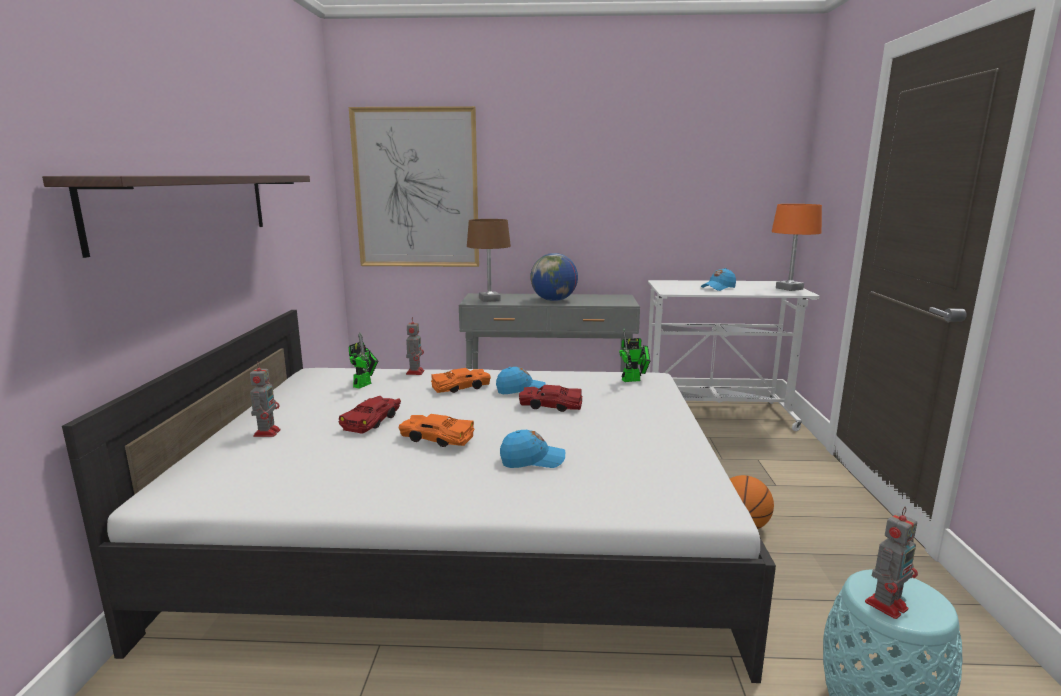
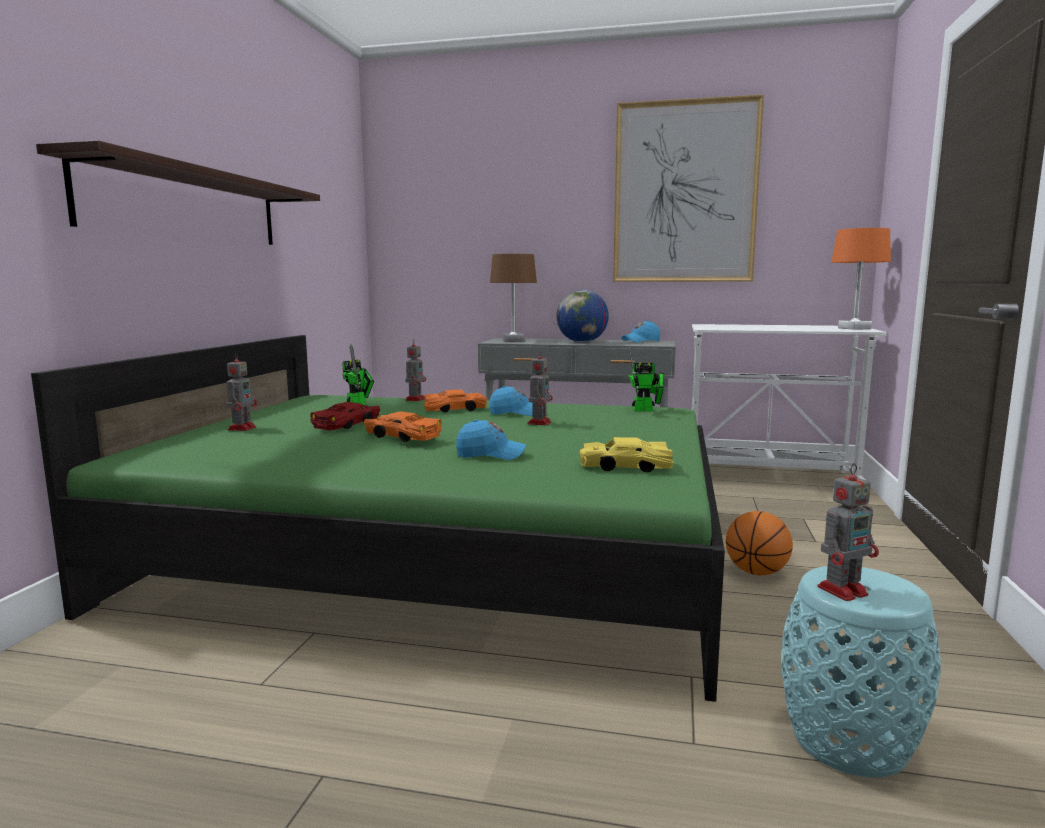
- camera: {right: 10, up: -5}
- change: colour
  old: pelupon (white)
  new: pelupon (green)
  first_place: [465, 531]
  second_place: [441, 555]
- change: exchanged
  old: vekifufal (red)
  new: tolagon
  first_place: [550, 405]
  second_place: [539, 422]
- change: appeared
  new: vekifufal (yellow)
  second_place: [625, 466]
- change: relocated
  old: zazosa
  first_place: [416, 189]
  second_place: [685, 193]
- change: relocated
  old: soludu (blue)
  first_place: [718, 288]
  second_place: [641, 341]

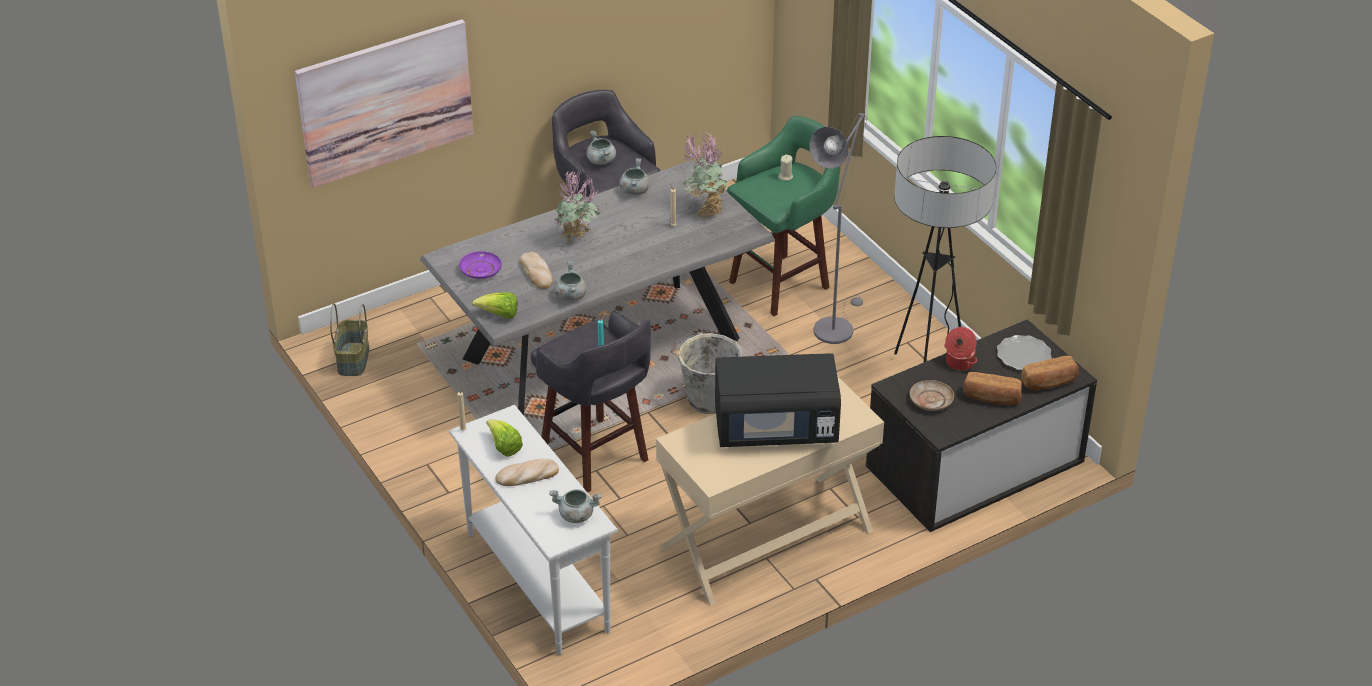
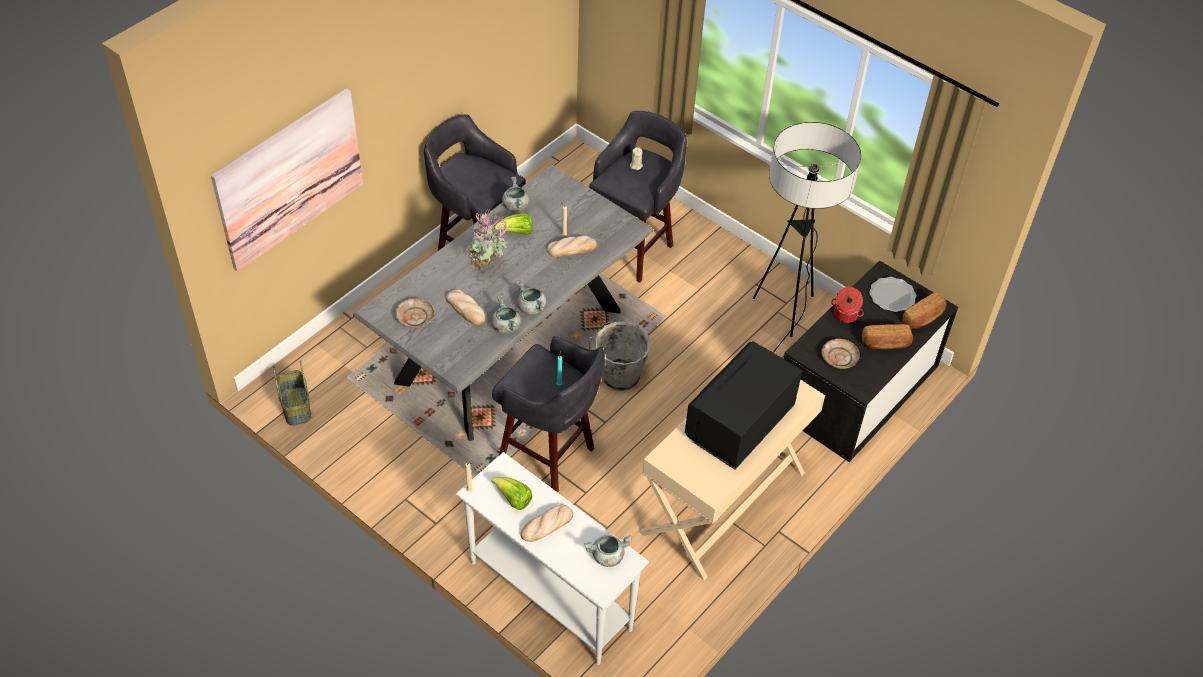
- camera: {right: -20, up: 10}
- change: colour
  old: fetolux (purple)
  new: fetolux (beige)
  first_place: [480, 270]
  second_place: [415, 317]
- change: relocated
  old: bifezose
  first_place: [499, 315]
  second_place: [517, 232]
- change: relocated
  old: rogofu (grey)
  first_place: [601, 161]
  second_place: [532, 308]
- change: appeared
  new: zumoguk
  second_place: [571, 248]
- change: colour
  old: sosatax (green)
  new: sosatax (grey)
  first_place: [783, 283]
  second_place: [634, 249]
- change: spun
  old: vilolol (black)
  first_place: [776, 428]
  second_place: [740, 424]
  degrees: 150
- change: missing
  old: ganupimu
  first_place: [705, 210]
- change: missing
  old: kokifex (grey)
  first_place: [835, 326]

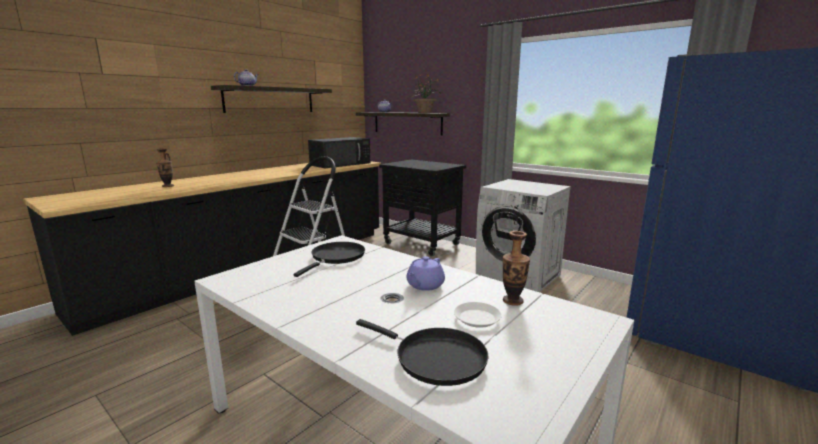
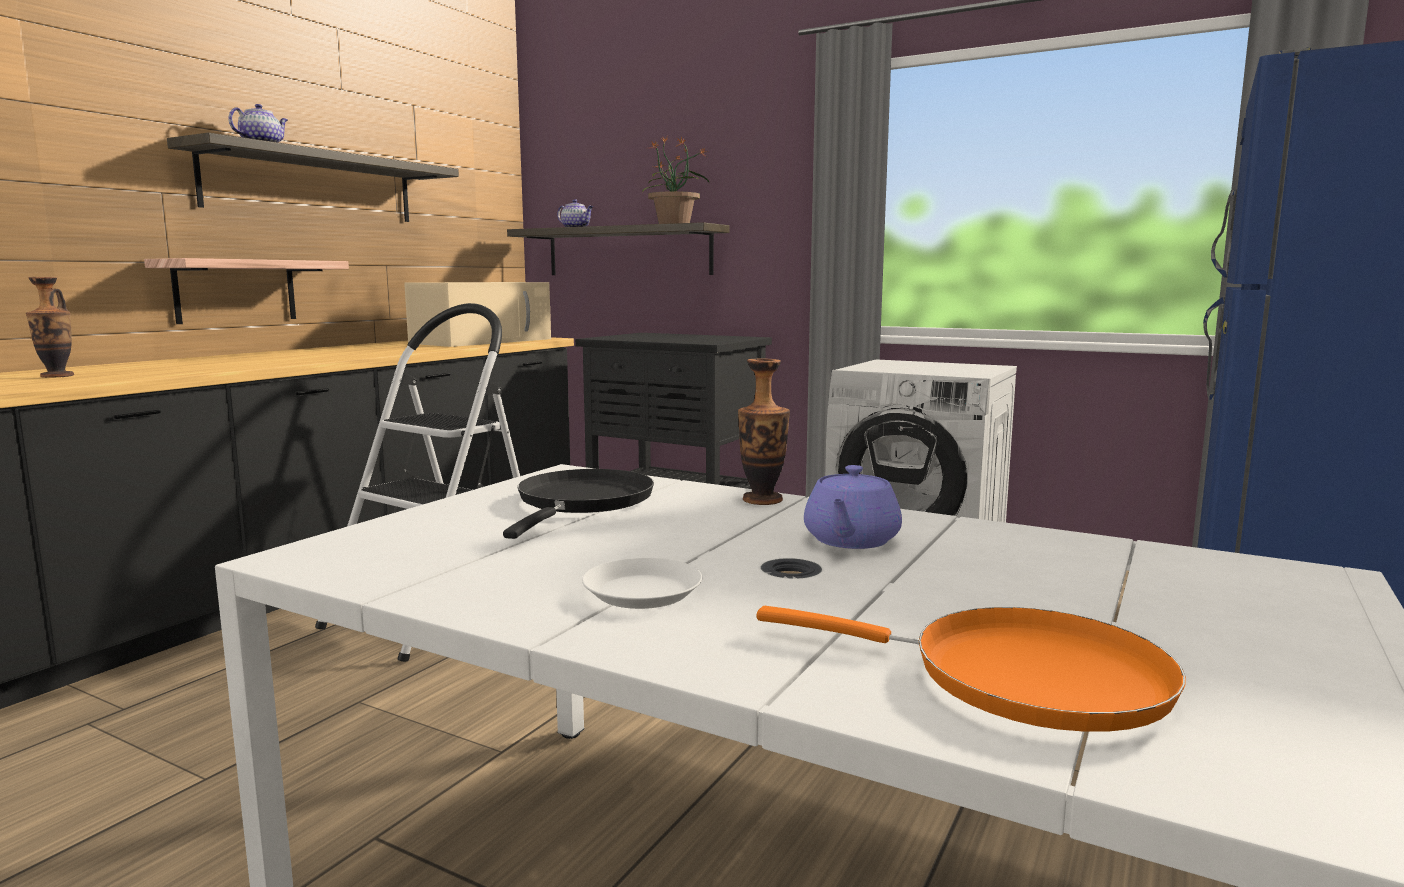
- camera: {right: -10, up: -5}
- change: appeared
  new: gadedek
  second_place: [236, 291]
- change: colour
  old: vilolol (black)
  new: vilolol (beige)
  first_place: [341, 164]
  second_place: [483, 341]
- change: relocated
  old: fetolux (white)
  first_place: [477, 318]
  second_place: [643, 592]
- change: relocated
  old: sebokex
  first_place: [513, 301]
  second_place: [762, 500]
- change: colour
  old: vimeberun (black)
  new: vimeberun (orange)
  first_place: [435, 358]
  second_place: [1019, 677]

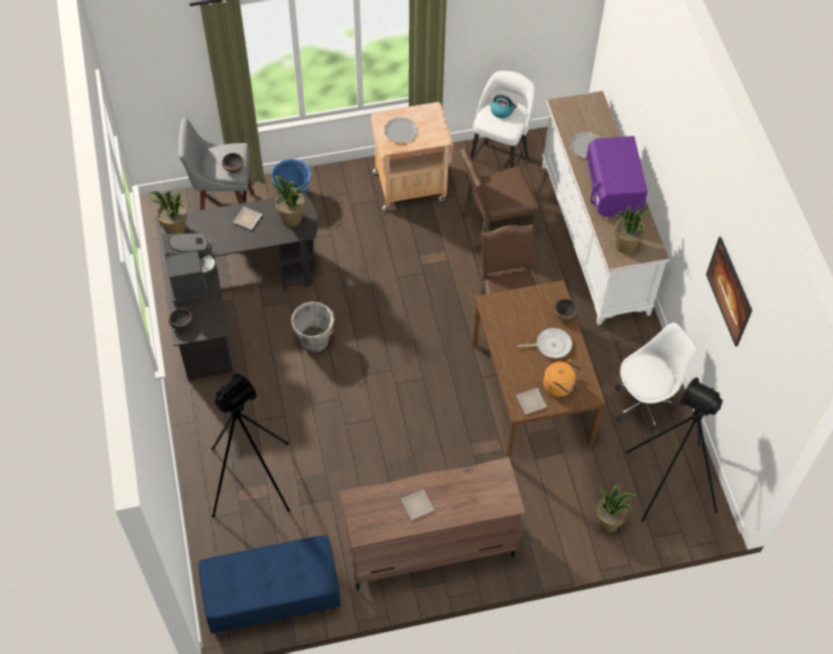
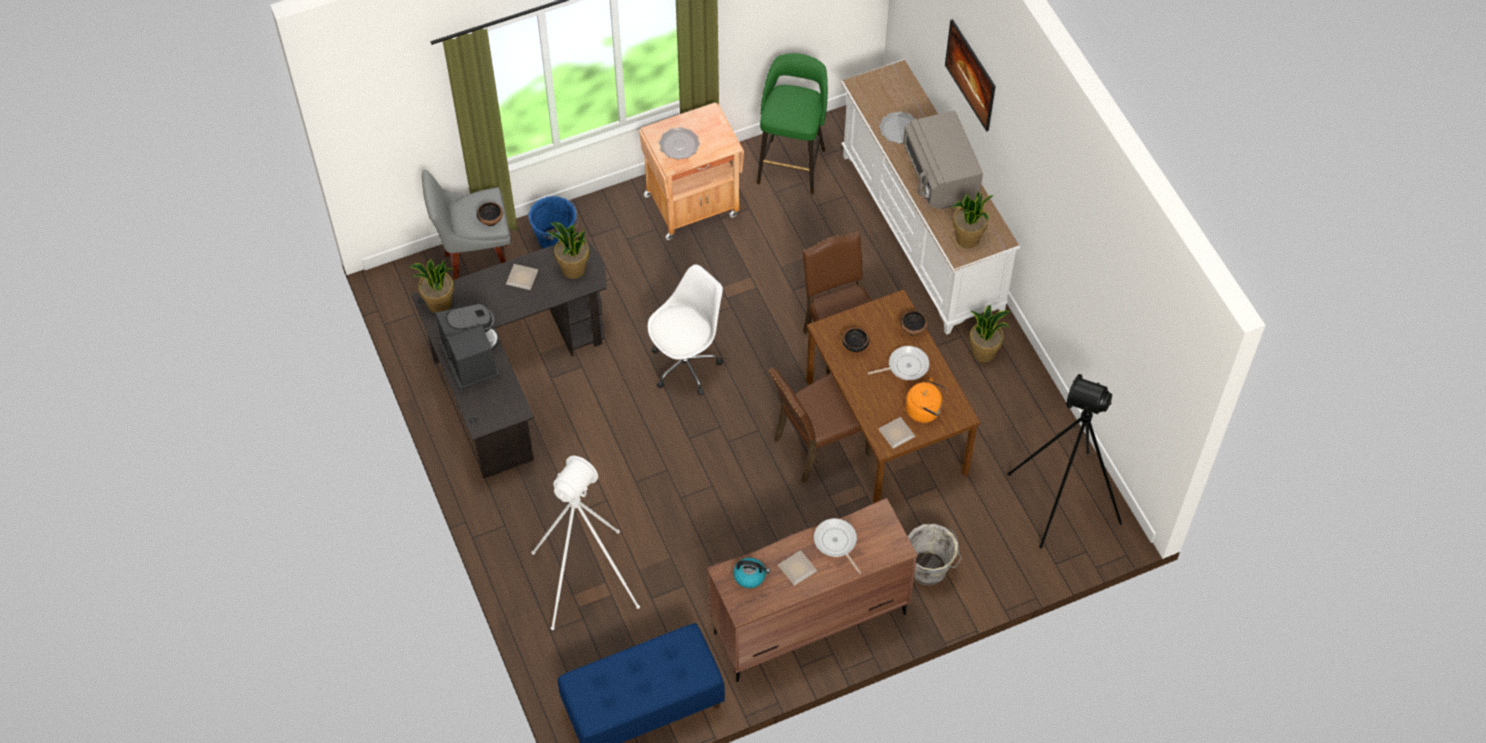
- camera: {right: -10, up: 0}
- change: colour
  old: kokifex (black)
  new: kokifex (white)
  first_place: [251, 479]
  second_place: [585, 579]
- change: relocated
  old: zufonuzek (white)
  first_place: [643, 405]
  second_place: [686, 365]
- change: relocated
  old: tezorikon
  first_place: [502, 111]
  second_place: [750, 576]
- change: colour
  old: sosatax (white)
  new: sosatax (green)
  first_place: [499, 166]
  second_place: [792, 164]
- change: relocated
  old: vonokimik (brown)
  first_place: [495, 226]
  second_place: [818, 445]
- change: appeared
  new: vimeberun
  second_place: [836, 542]
- change: relocated
  old: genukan
  first_place: [181, 323]
  second_place: [855, 345]
- change: colour
  old: vilolol (purple)
  new: vilolol (grey)
  first_place: [612, 190]
  second_place: [940, 176]
- change: relocated
  old: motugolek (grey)
  first_place: [315, 341]
  second_place: [929, 570]
- change: relocated
  old: zazosa
  first_place: [726, 300]
  second_place: [969, 86]
- change: relocated
  old: ganupimu
  first_place: [608, 522]
  second_place: [984, 352]

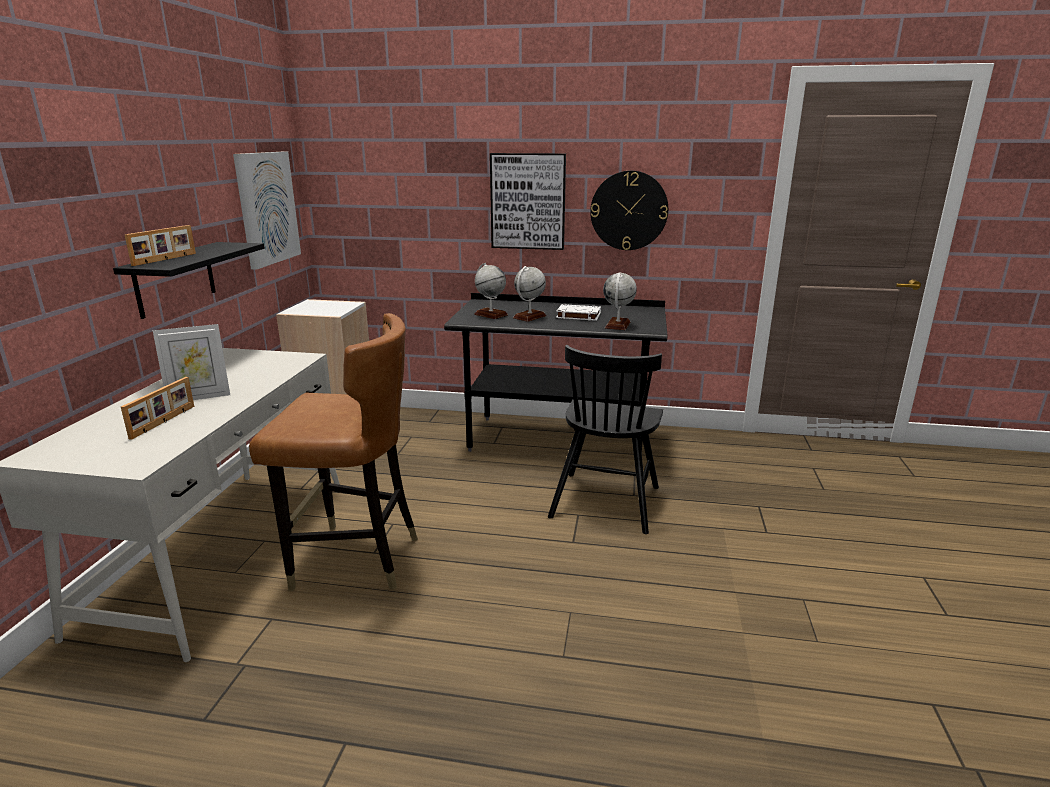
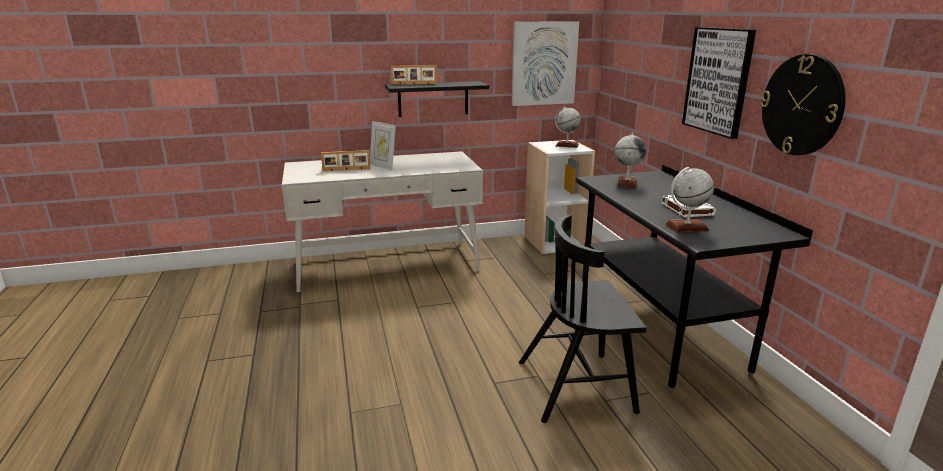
- camera: {right: 65, up: 0}
- change: relocated
  old: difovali
  first_place: [529, 317]
  second_place: [567, 145]
- change: missing
  old: vonokimik (brown)
  first_place: [354, 559]

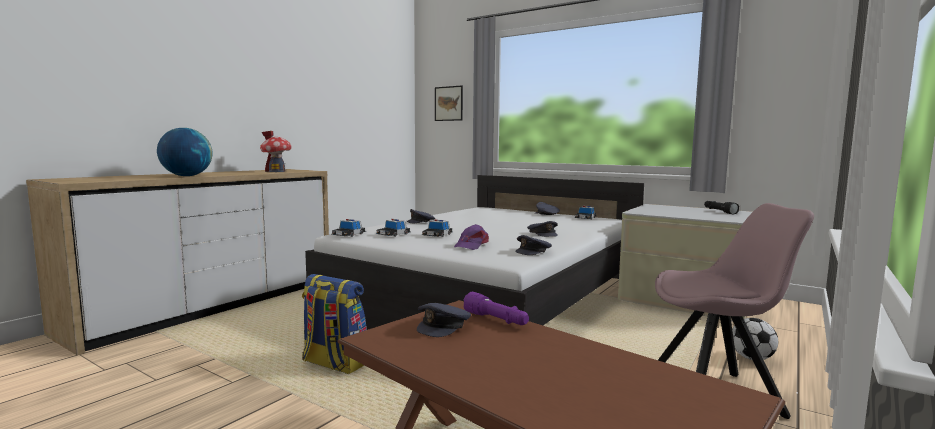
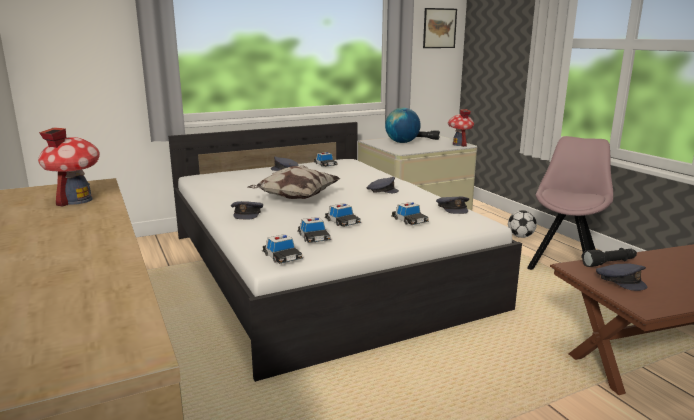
- camera: {right: -60, up: 10}
- change: appeared
  new: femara
  second_place: [295, 198]
- change: relocated
  old: difovali
  first_place: [186, 176]
  second_place: [402, 142]
- change: exchanged
  old: soludu (purple)
  new: vekifufal
  first_place: [471, 245]
  second_place: [409, 220]
- change: relocated
  old: zazosa
  first_place: [448, 103]
  second_place: [439, 28]
- change: appeared
  new: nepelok
  second_place: [459, 144]
- change: colour
  old: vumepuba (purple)
  new: vumepuba (black)
  first_place: [496, 320]
  second_place: [609, 263]
- change: missing
  old: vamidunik
  first_place: [334, 363]

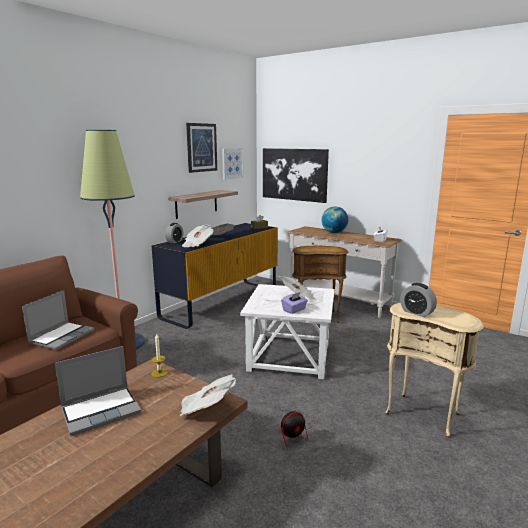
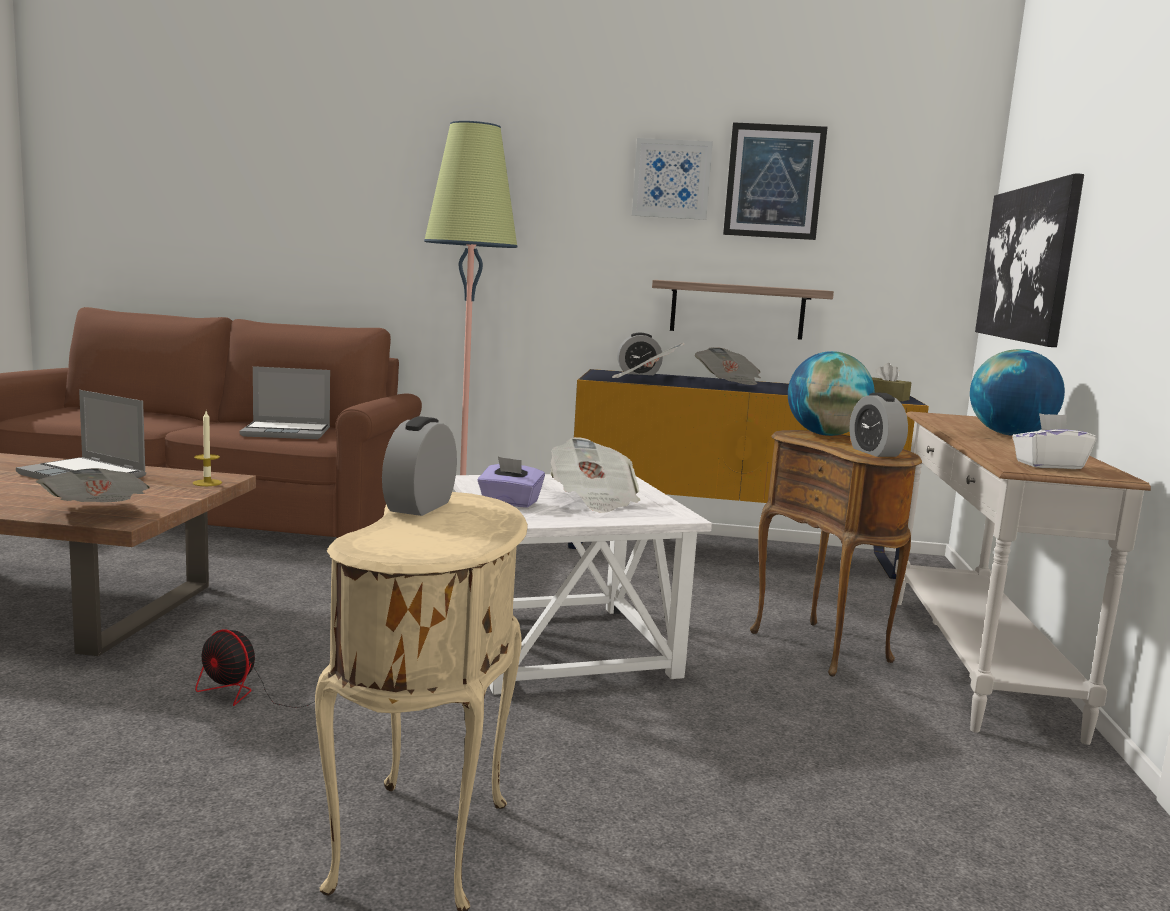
- camera: {right: 60, up: -5}
- change: relocated
  old: zazosa
  first_place: [232, 163]
  second_place: [671, 179]
- change: appeared
  new: difovali
  second_place: [826, 434]
- change: appeared
  new: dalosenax
  second_place: [874, 452]

